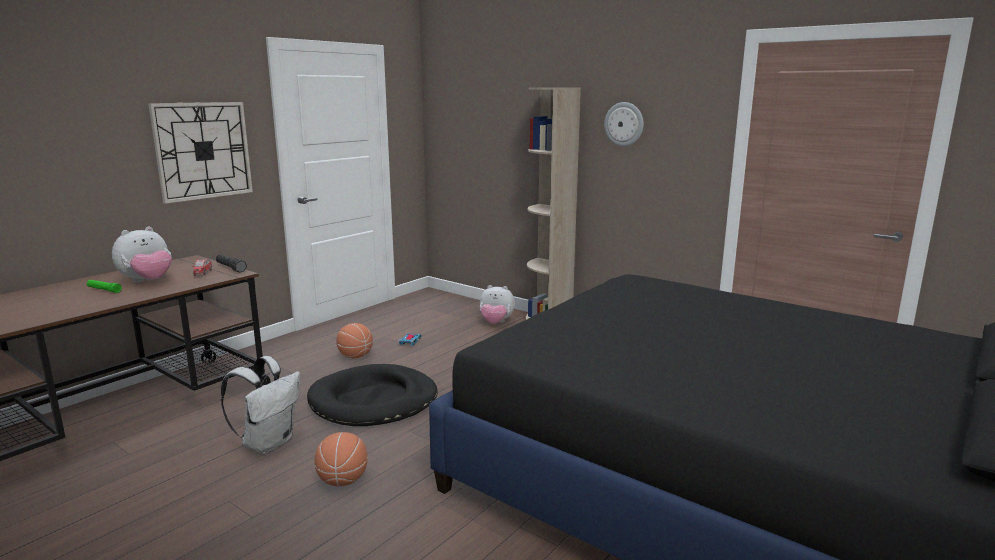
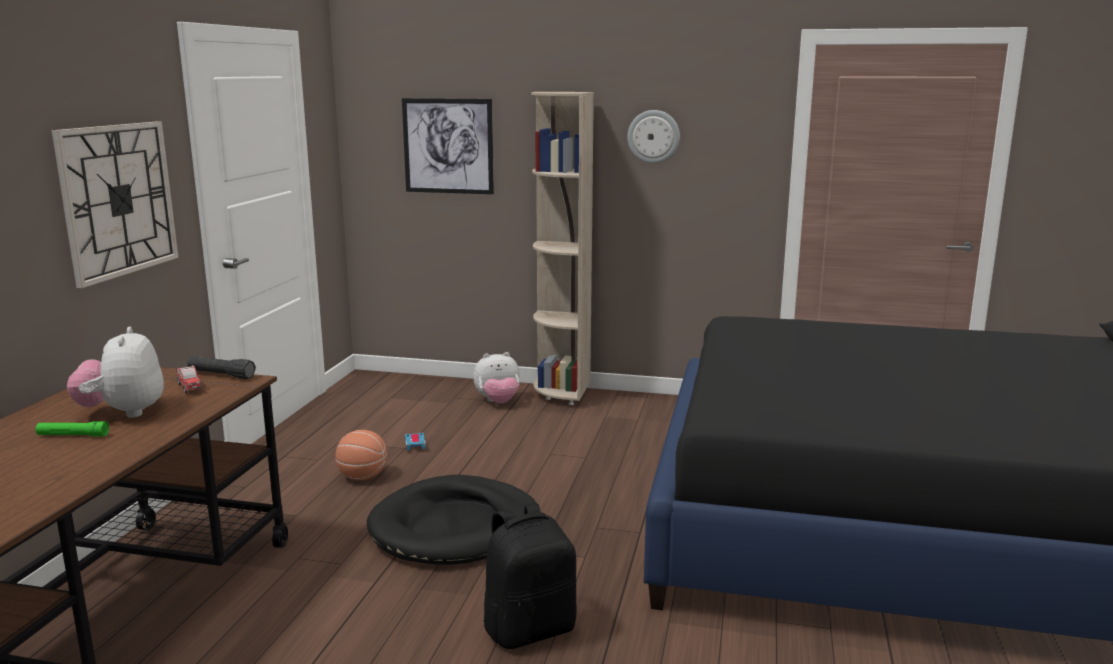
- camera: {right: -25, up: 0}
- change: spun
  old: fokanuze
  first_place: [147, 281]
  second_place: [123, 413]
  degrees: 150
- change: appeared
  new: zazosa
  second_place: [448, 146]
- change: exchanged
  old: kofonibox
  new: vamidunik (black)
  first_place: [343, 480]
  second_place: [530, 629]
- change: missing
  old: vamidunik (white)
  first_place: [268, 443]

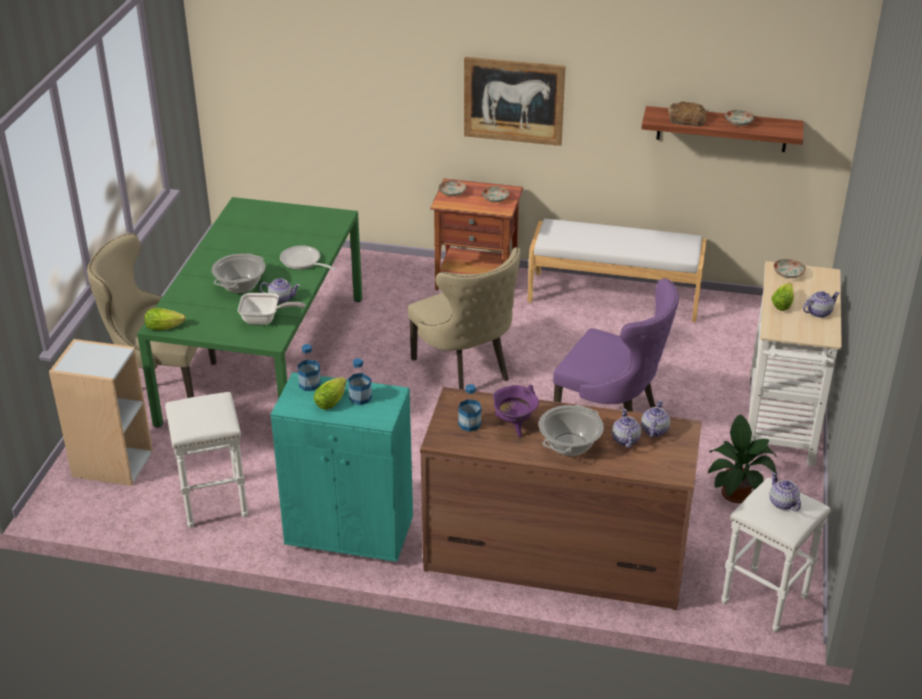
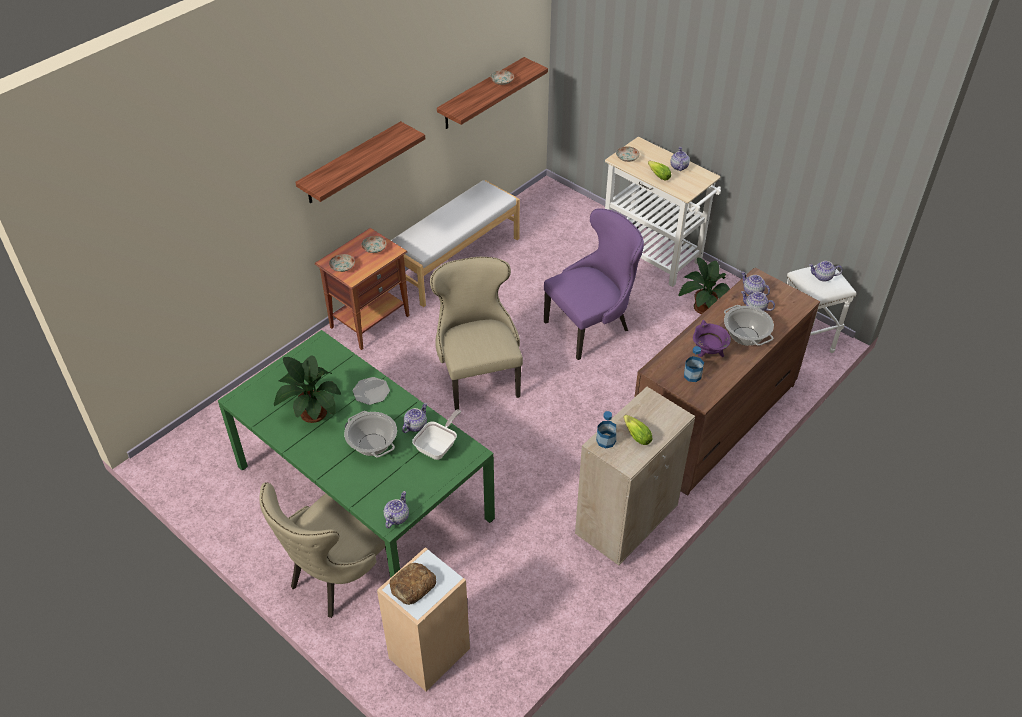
- camera: {right: -60, up: 10}
- change: appeared
  new: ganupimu
  second_place: [312, 411]
- change: exchanged
  old: zazosa
  new: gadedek
  first_place: [513, 101]
  second_place: [351, 163]
- change: exchanged
  old: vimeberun
  new: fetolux
  first_place: [303, 262]
  second_place: [371, 392]
- change: exchanged
  old: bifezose
  new: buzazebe
  first_place: [166, 327]
  second_place: [396, 517]
- change: relocated
  old: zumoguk
  first_place: [686, 119]
  second_place: [412, 586]
- change: spun
  old: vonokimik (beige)
  first_place: [466, 369]
  second_place: [478, 376]
  degrees: -105
- change: colour
  old: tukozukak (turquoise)
  new: tukozukak (beige)
  first_place: [348, 537]
  second_place: [625, 525]
- change: missing
  old: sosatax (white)
  first_place: [212, 502]
- change: missing
  old: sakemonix
  first_place: [360, 397]

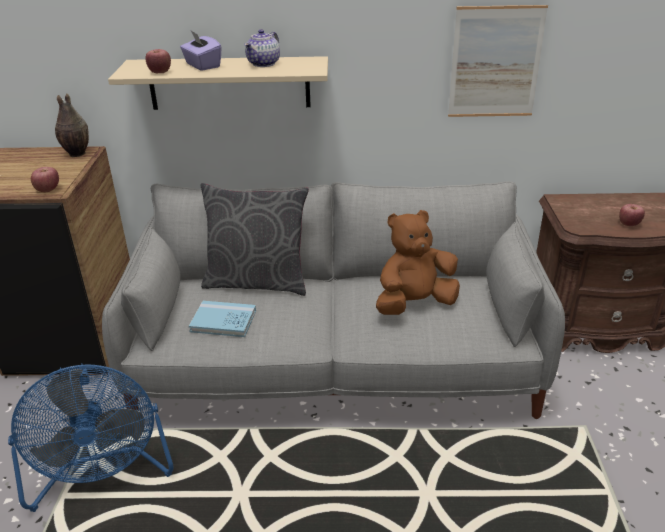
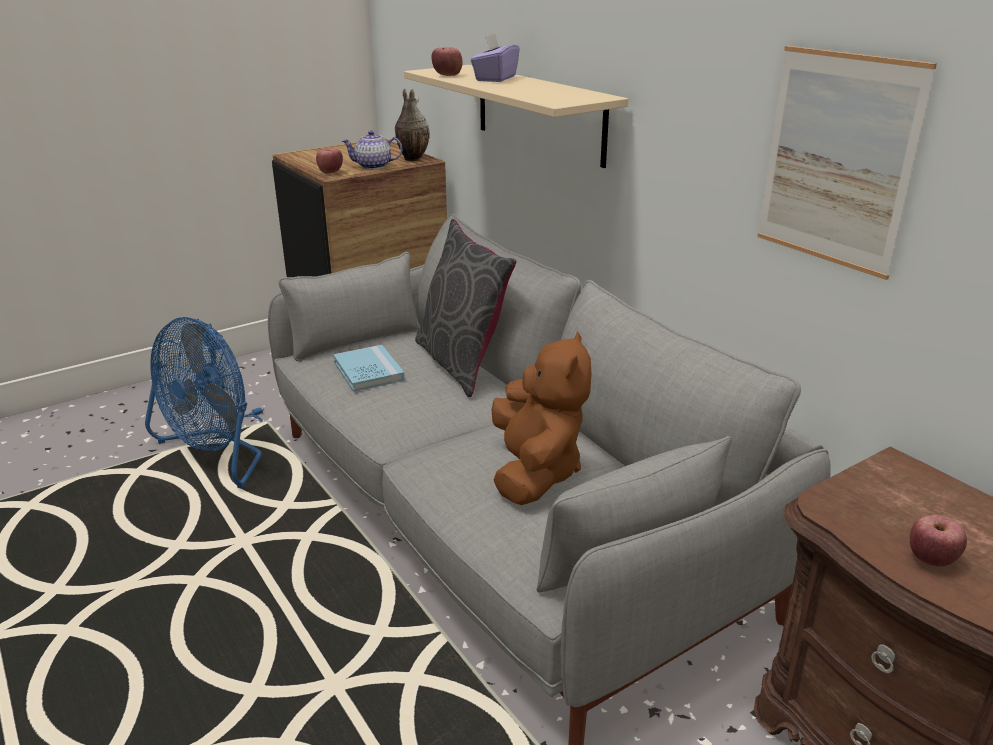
- camera: {right: 55, up: -5}
- change: relocated
  old: buzazebe
  first_place: [264, 63]
  second_place: [374, 166]
- change: spun
  old: fokanuze (brown)
  first_place: [414, 304]
  second_place: [535, 472]
  degrees: 60

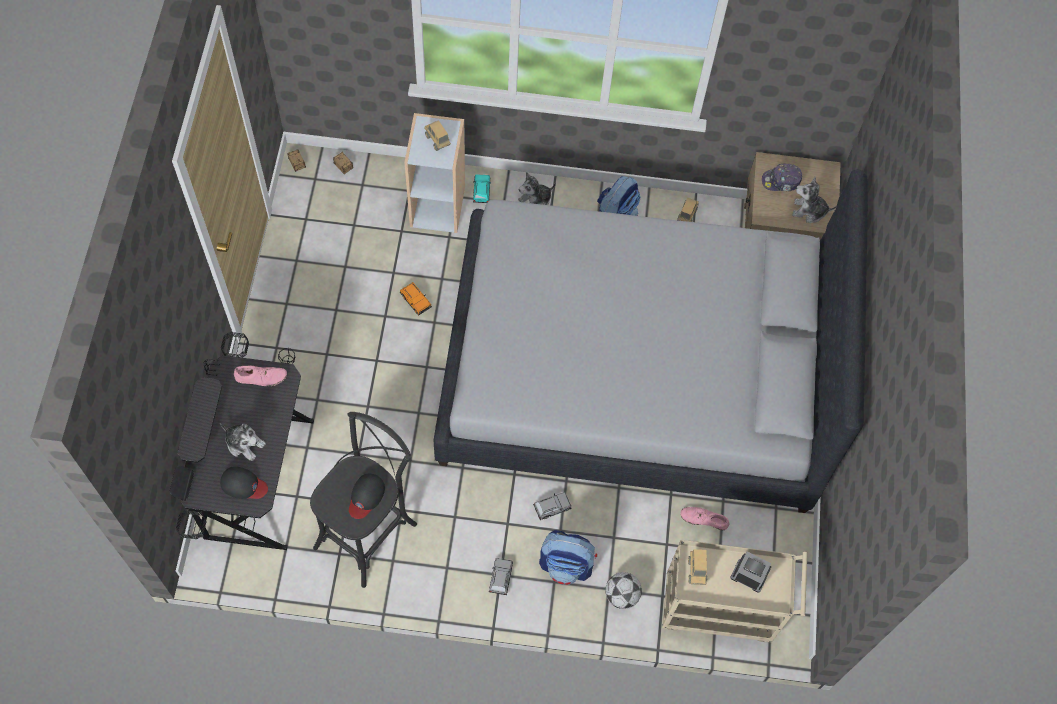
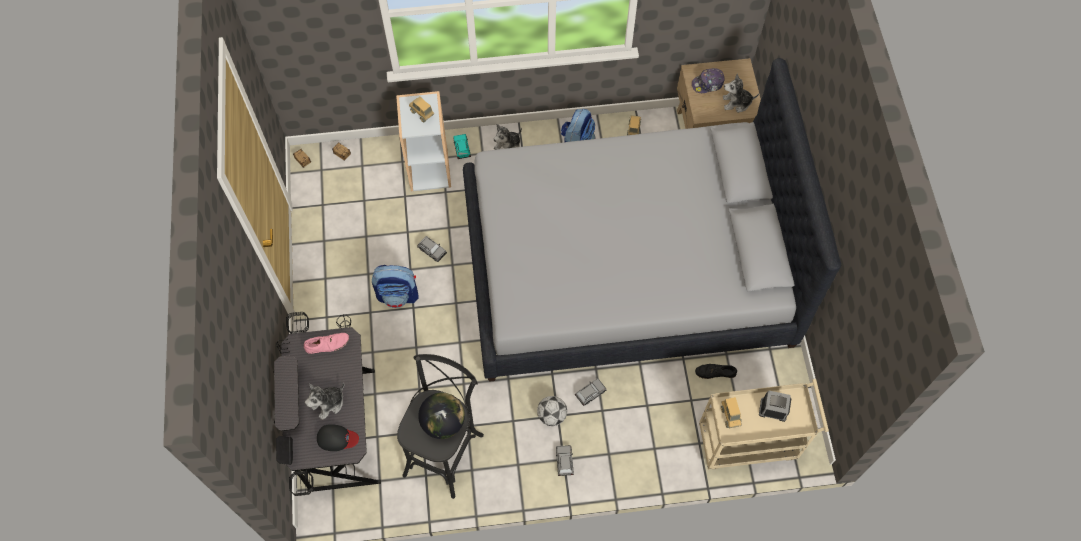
- camera: {right: -10, up: 0}
- change: spun
  old: fokanuze
  first_place: [244, 443]
  second_place: [328, 403]
  degrees: 120
- change: relocated
  old: vamidunik
  first_place: [566, 565]
  second_place: [398, 295]
- change: colour
  old: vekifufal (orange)
  new: vekifufal (grey)
  first_place: [415, 301]
  second_place: [432, 251]
- change: exchanged
  old: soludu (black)
  new: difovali
  first_place: [366, 496]
  second_place: [443, 422]
- change: relocated
  old: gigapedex
  first_place: [621, 595]
  second_place: [552, 415]
- change: colour
  old: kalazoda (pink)
  new: kalazoda (black)
  first_place: [704, 519]
  second_place: [715, 372]

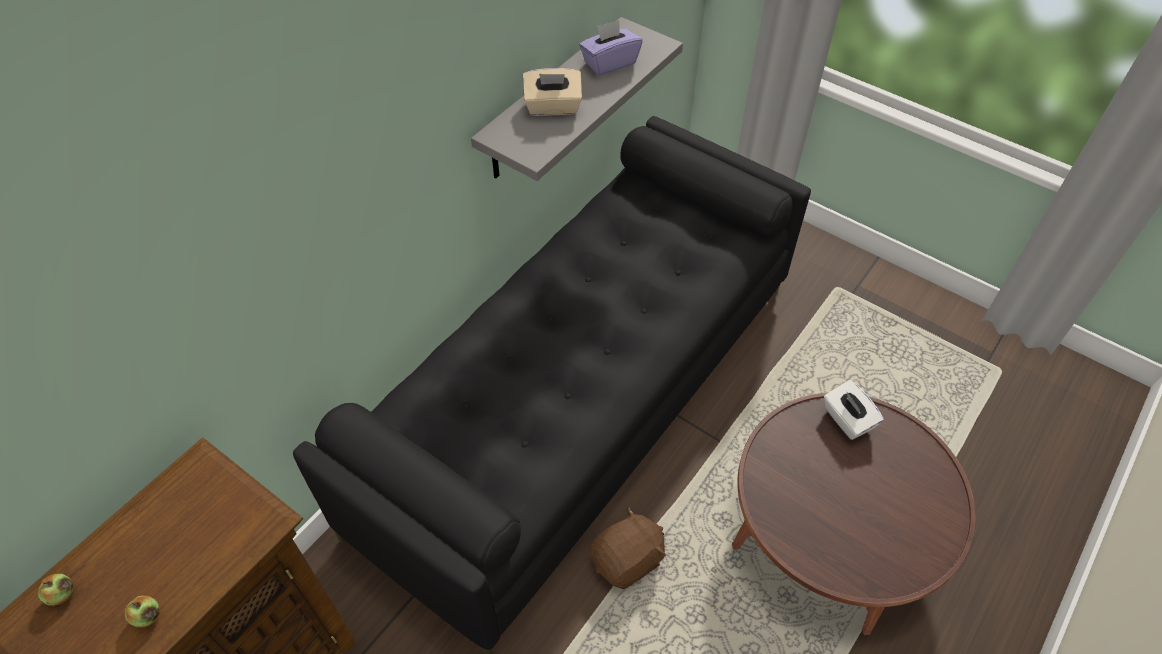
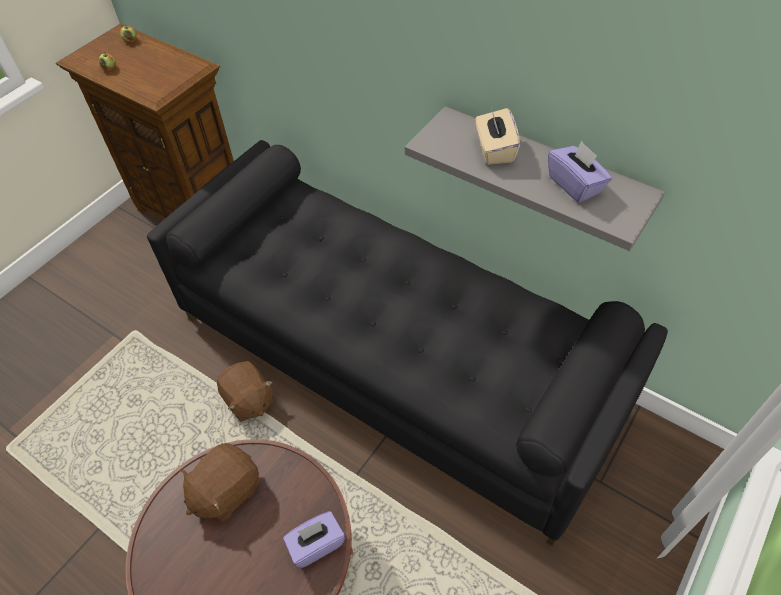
- camera: {right: 90, up: 0}
- change: appeared
  new: fokanuze (brown)
  second_place: [225, 491]
- change: colour
  old: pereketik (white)
  new: pereketik (purple)
  first_place: [847, 420]
  second_place: [316, 544]

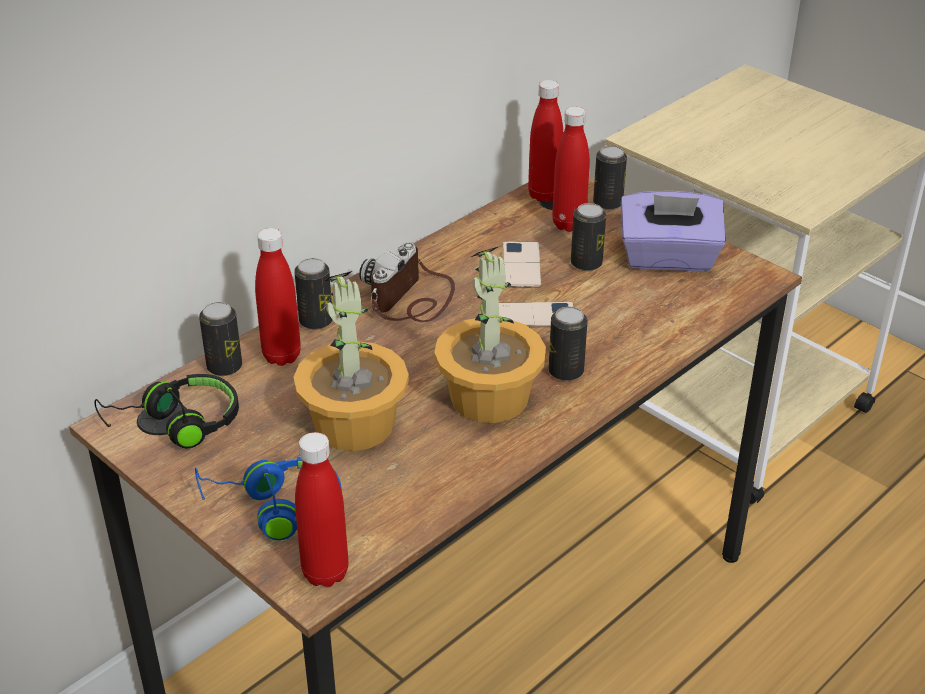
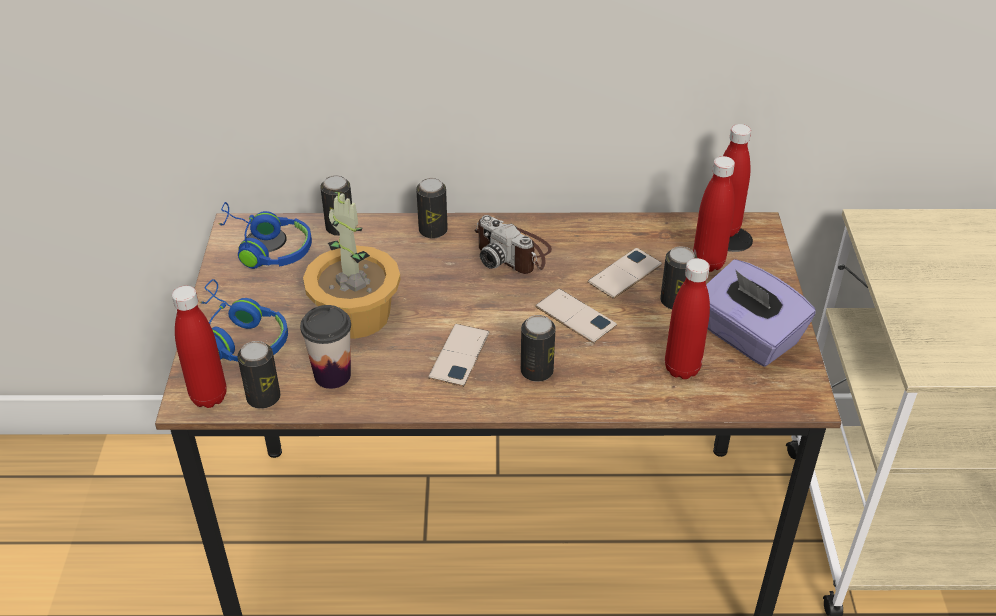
- camera: {right: 45, up: 5}
- change: colour
  old: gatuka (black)
  new: gatuka (blue)
  first_place: [176, 424]
  second_place: [265, 248]
- change: relocated
  old: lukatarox
  first_place: [607, 203]
  second_place: [263, 398]
- change: appeared
  new: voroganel
  second_place: [332, 375]
- change: exchanged
  old: ganupimu
  new: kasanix
  first_place: [490, 398]
  second_place: [459, 355]
- change: spun
  old: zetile
  first_place: [411, 299]
  second_place: [513, 252]
  degrees: -120
- change: relocated
  old: sakemonix (red)
  first_place: [282, 356]
  second_place: [682, 368]

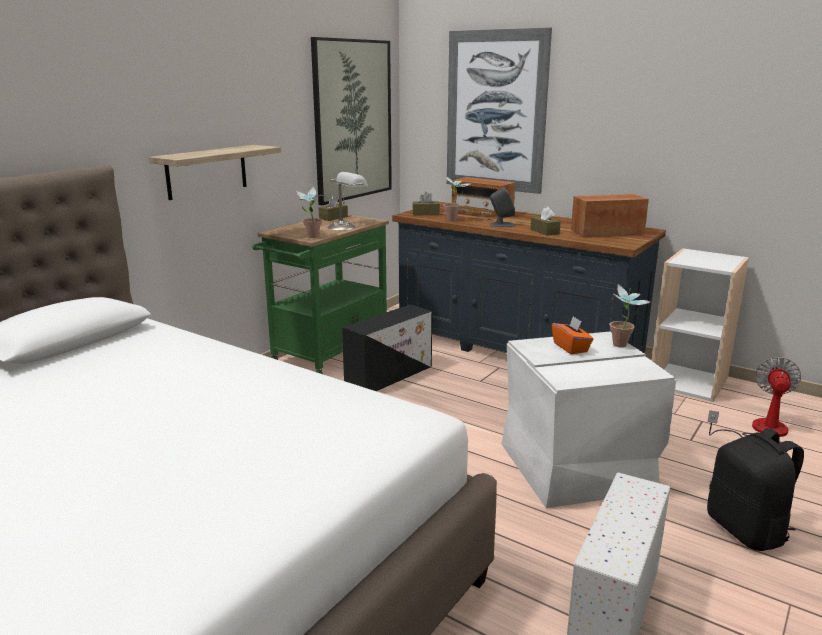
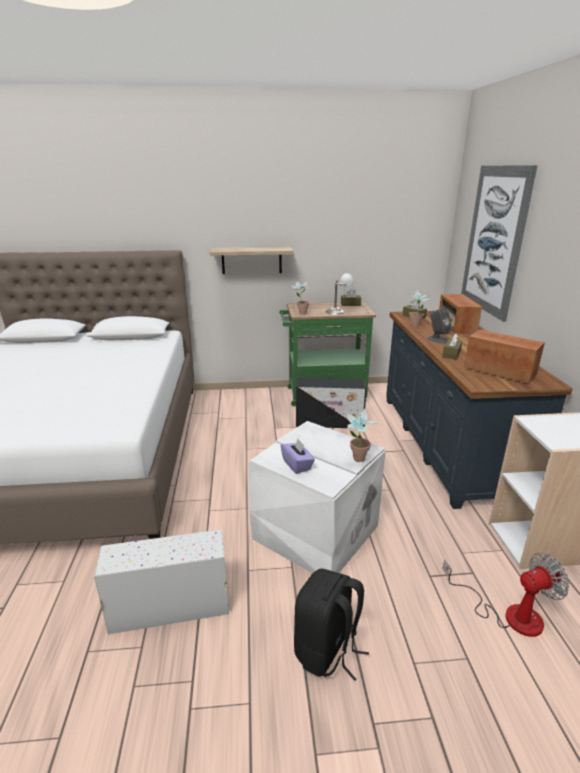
- camera: {right: 50, up: 5}
- change: appeared
  new: pereketik (purple)
  second_place: [297, 465]
- change: missing
  old: zazosa
  first_place: [353, 120]
- change: missing
  old: pereketik (orange)
  first_place: [571, 348]

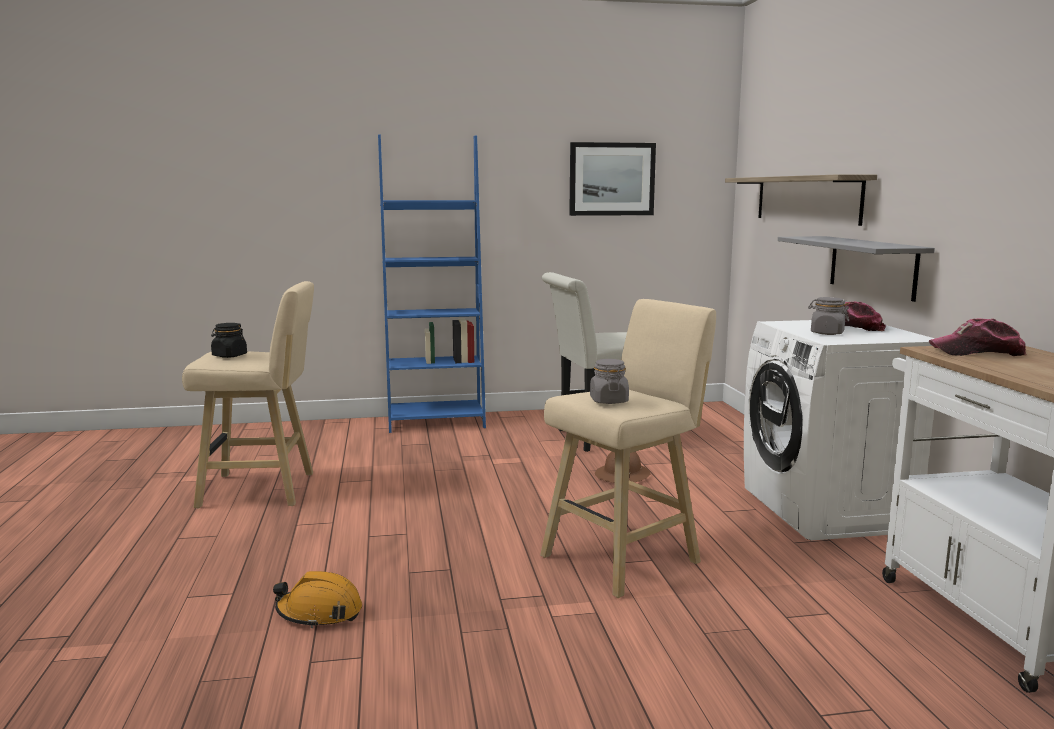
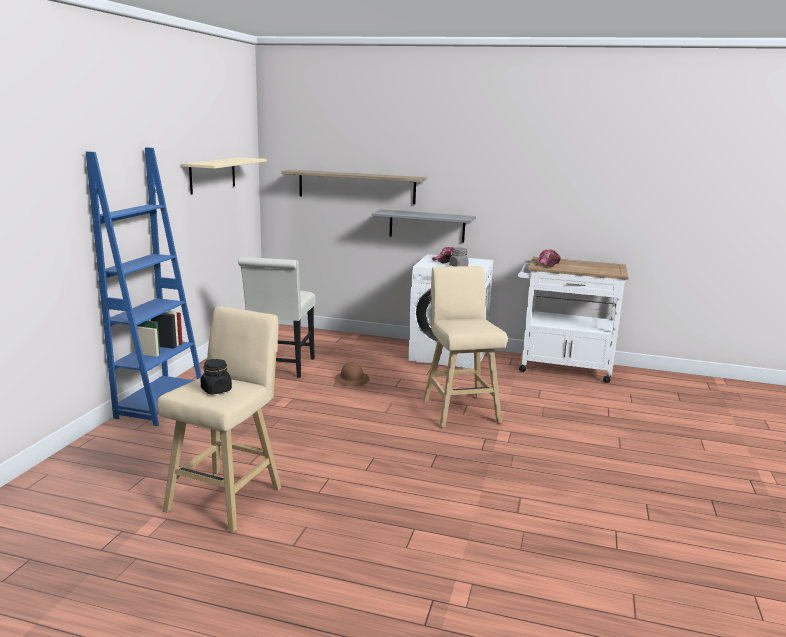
- camera: {right: -65, up: 5}
- change: exchanged
  old: zazosa
  new: gadedek (beige)
  first_place: [611, 179]
  second_place: [212, 175]
- change: missing
  old: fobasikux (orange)
  first_place: [319, 613]
- change: missing
  old: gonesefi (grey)
  first_place: [608, 401]

